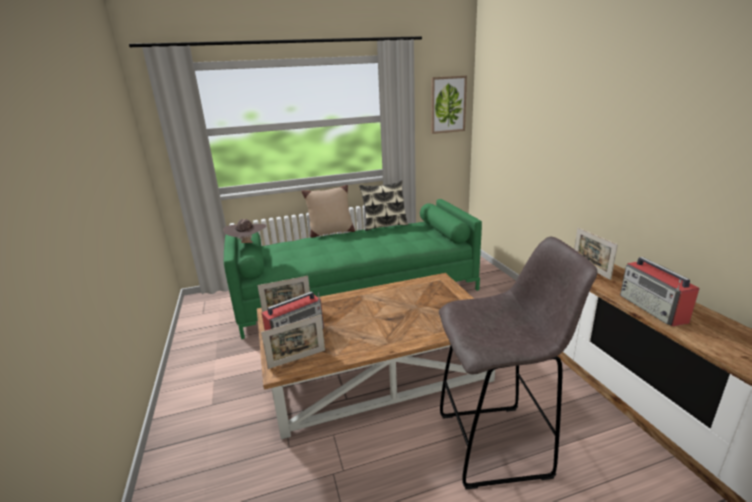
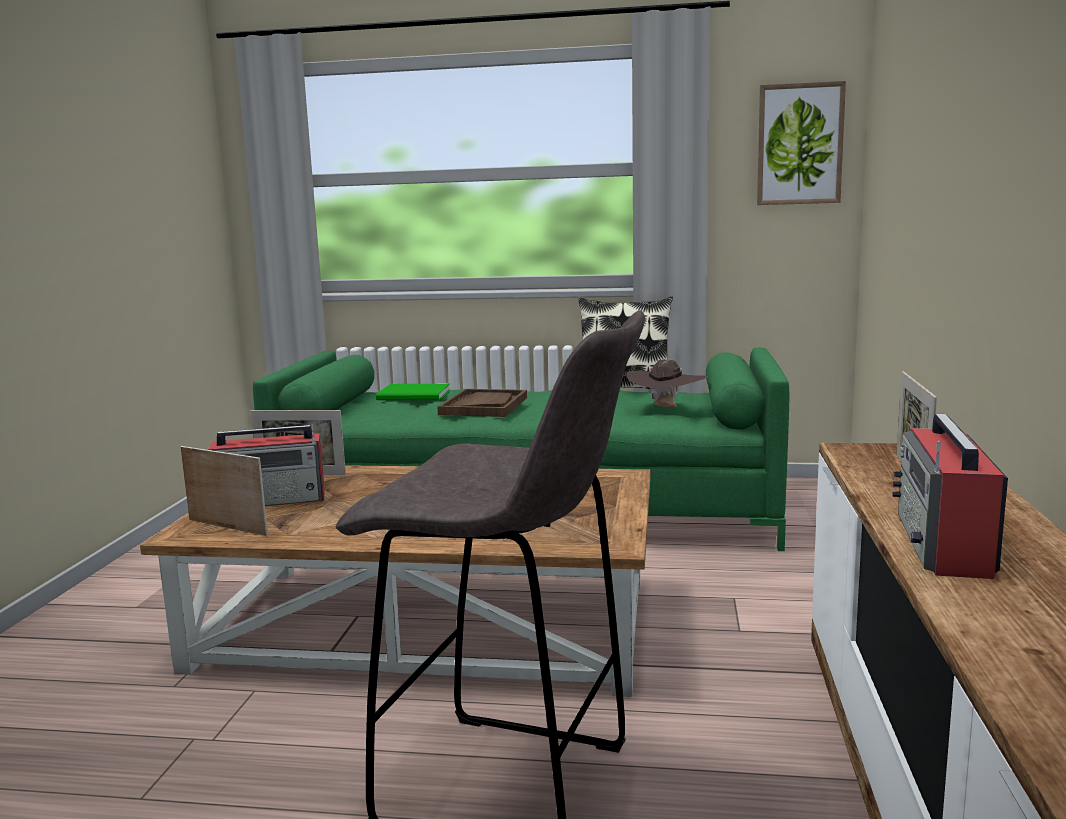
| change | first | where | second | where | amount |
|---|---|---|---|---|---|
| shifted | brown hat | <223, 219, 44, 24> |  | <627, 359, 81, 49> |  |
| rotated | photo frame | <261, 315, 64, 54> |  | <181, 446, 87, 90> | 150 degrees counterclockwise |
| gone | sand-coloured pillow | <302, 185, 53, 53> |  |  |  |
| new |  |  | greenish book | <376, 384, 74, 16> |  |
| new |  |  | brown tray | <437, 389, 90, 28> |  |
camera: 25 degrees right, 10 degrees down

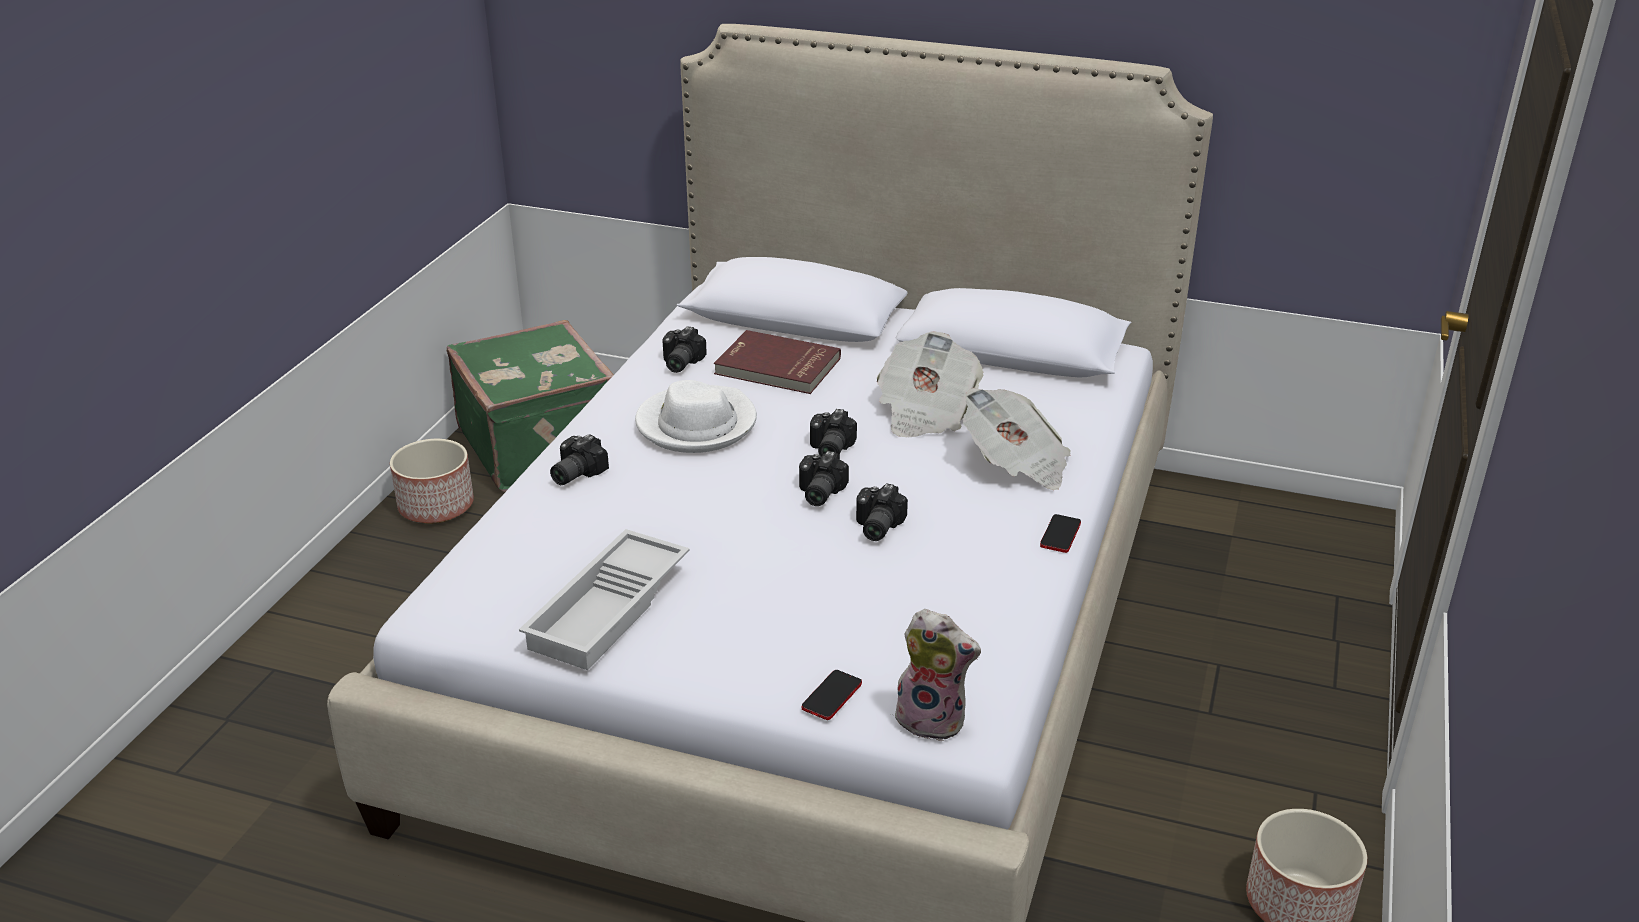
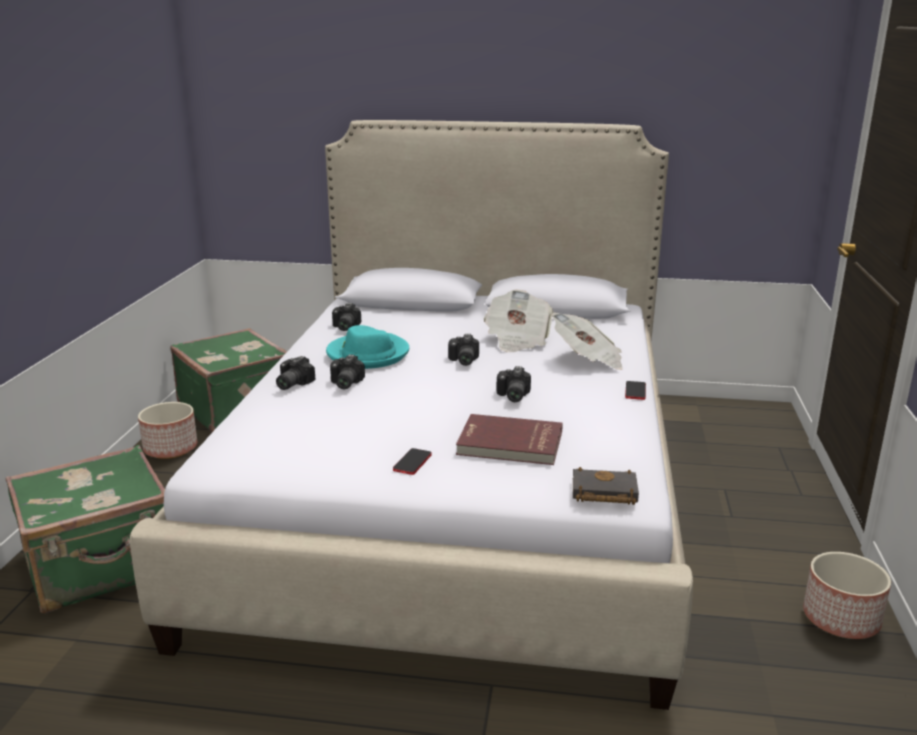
| change | first | where | second | where | amount |
|---|---|---|---|---|---|
| gone | whitish tray | <519, 529, 171, 141> |  |  |  |
| repainted | whitish hat | <635, 380, 122, 73> | turquoise-coloured hat | <326, 325, 83, 44> |  |
| shifted | red-coloured book | <714, 330, 127, 64> |  | <456, 414, 107, 51> |  |
| shifted | photo camera | <799, 451, 50, 55> |  | <330, 354, 35, 35> |  |
| shifted | telephone | <802, 670, 60, 50> |  | <393, 448, 39, 27> |  |
| swapped | plush toy | <892, 609, 89, 132> | black-coloured book | <573, 467, 66, 38> |  |
| new |  |  | greenish travel case | <5, 445, 160, 168> |  |
camera: 10 degrees left, 10 degrees down

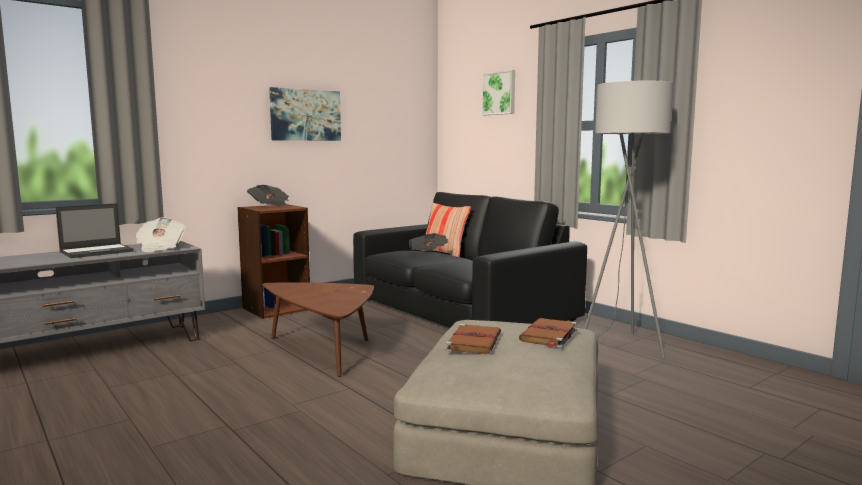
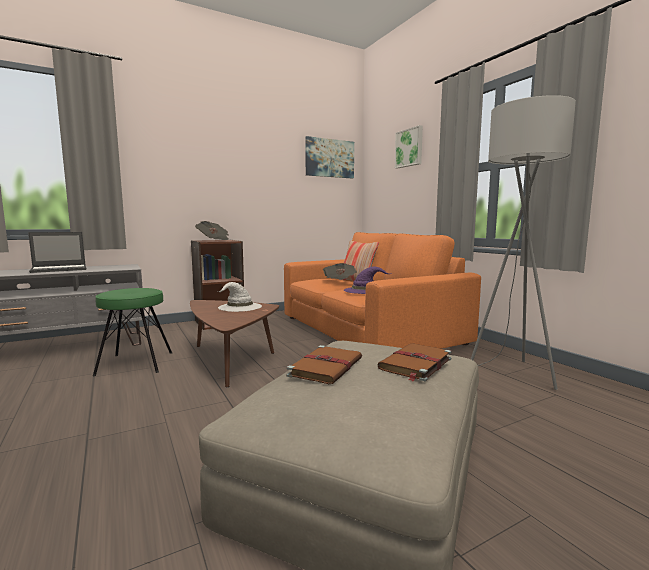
| change | first | where | second | where | amount |
|---|---|---|---|---|---|
| gone | printed paper | <135, 217, 51, 35> |  |  |  |
| shifted | picture | <269, 87, 72, 54> |  | <305, 136, 49, 42> |  |
| repainted | black-coloured sofa | <353, 192, 234, 136> | orangey sofa | <284, 232, 197, 117> |  |
| new |  |  | greenish sitting stool | <93, 288, 79, 88> |  |
| new |  |  | whitish hat | <218, 282, 44, 30> |  |
| new |  |  | purple-coloured hat | <344, 266, 48, 28> |  |
camera: 10 degrees right, 0 degrees up

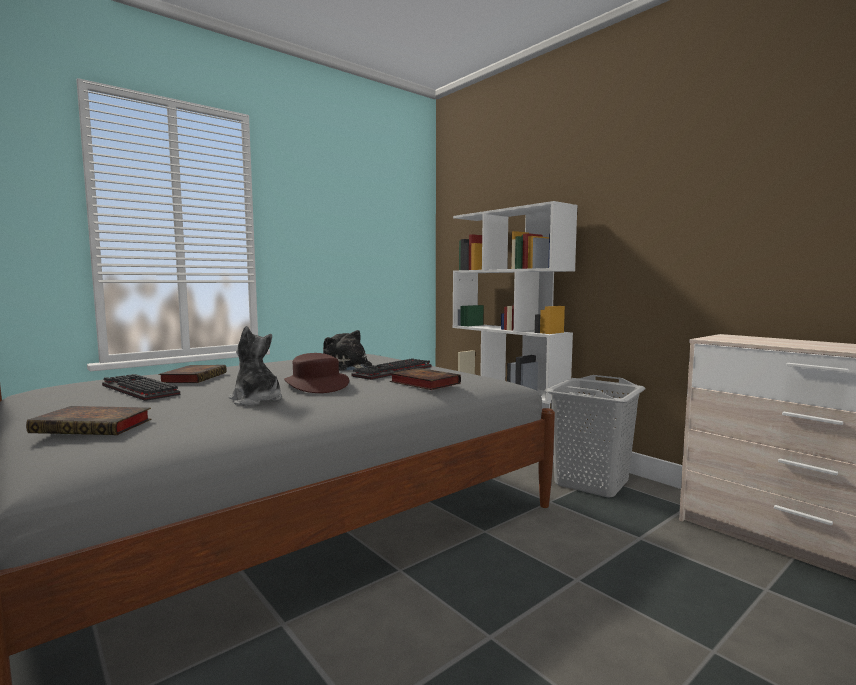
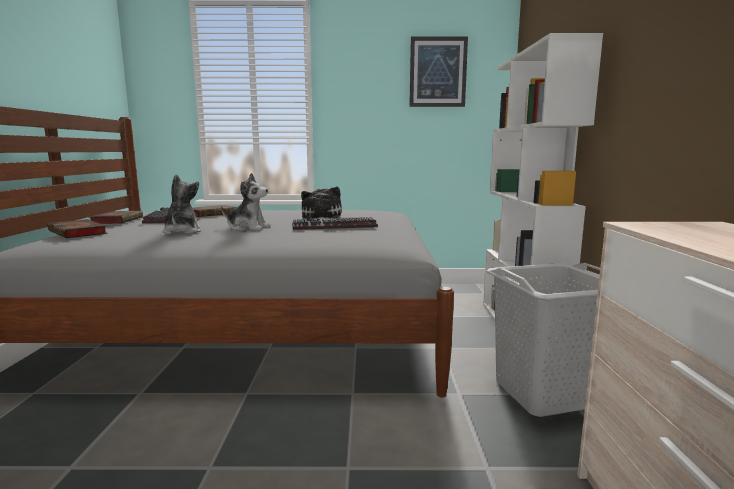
| change | first | where | second | where | amount |
|---|---|---|---|---|---|
| swapped | brown hat | <284, 353, 65, 40> | plush toy | <221, 173, 50, 58> |  |
| shifted | book | <390, 368, 71, 22> |  | <89, 211, 54, 13> |  |
| new |  |  | picture | <409, 37, 59, 70> |  |
camera: 40 degrees right, 5 degrees up

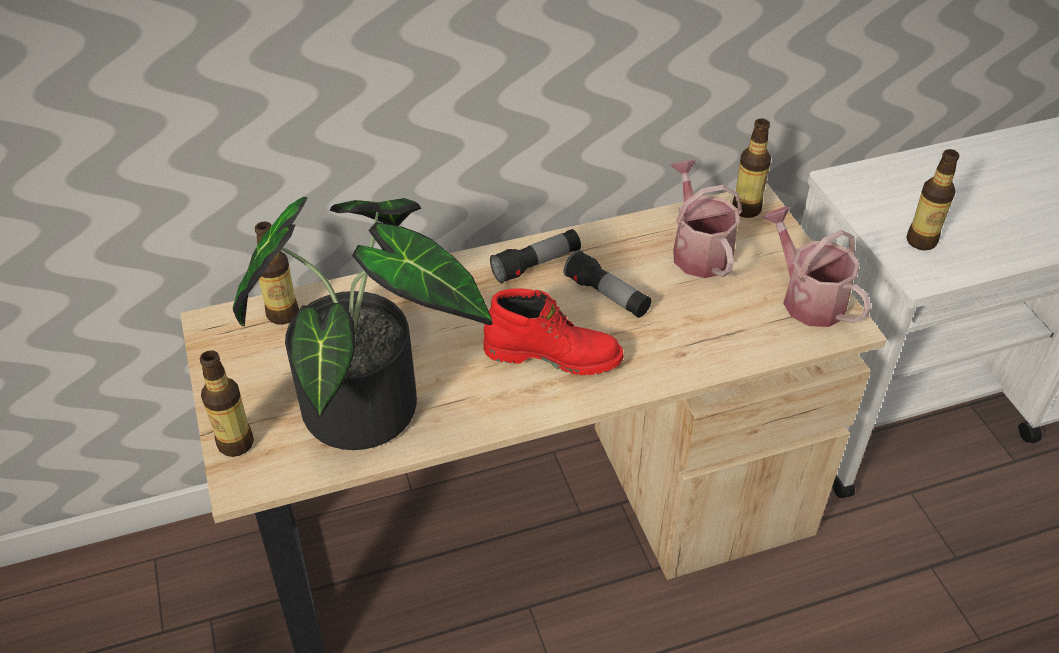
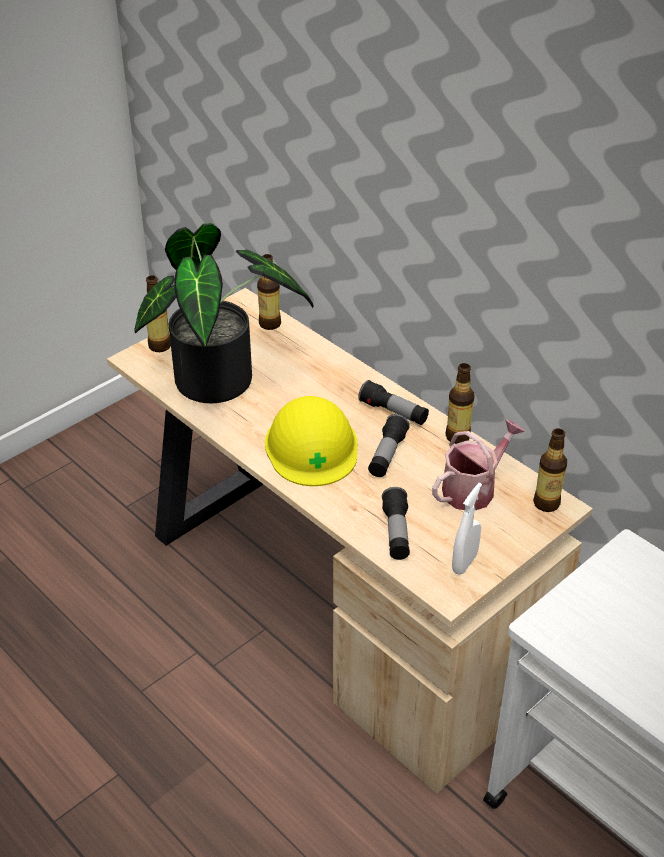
| change | first | where | second | where | amount |
|---|---|---|---|---|---|
| swapped | red-coloured high-top boot | <484, 288, 140, 87> | yellowish safety helmet | <265, 396, 93, 90> |  |
| swapped | sprinkling can | <763, 207, 108, 120> | whitish spray bottle | <452, 483, 30, 92> |  |
| shifted | drink bottle | <906, 149, 53, 101> |  | <445, 363, 29, 81> |  |
| new |  |  | flashlight | <382, 487, 28, 73> |  |
camera: 65 degrees right, 5 degrees down

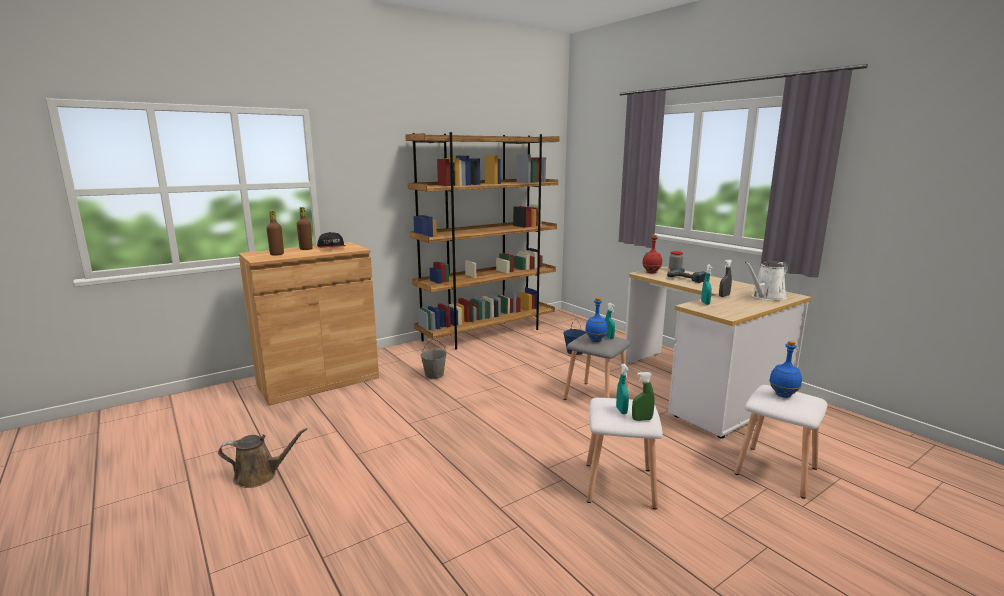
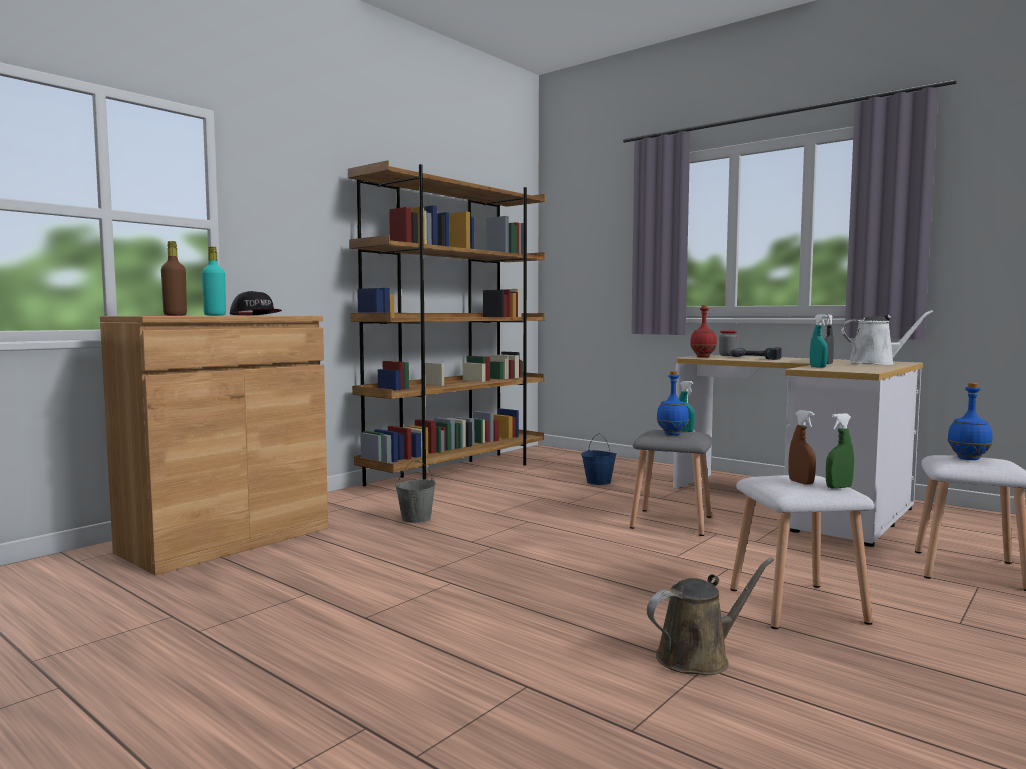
| change | first | where | second | where | amount |
|---|---|---|---|---|---|
| shifted | brown sprinkling can | <218, 428, 90, 60> |  | <647, 558, 127, 117> |  |
| repainted | brown drink bottle | <297, 207, 16, 43> | turquoise-coloured drink bottle | <202, 246, 24, 69> |  |
| repainted | turquoise-coloured spray bottle | <616, 364, 13, 50> | brown spray bottle | <789, 410, 27, 75> |  |
| rotated | whitish sprinkling can | <744, 261, 44, 39> |  | <841, 310, 92, 55> | 135 degrees counterclockwise |
camera: 15 degrees left, 10 degrees down

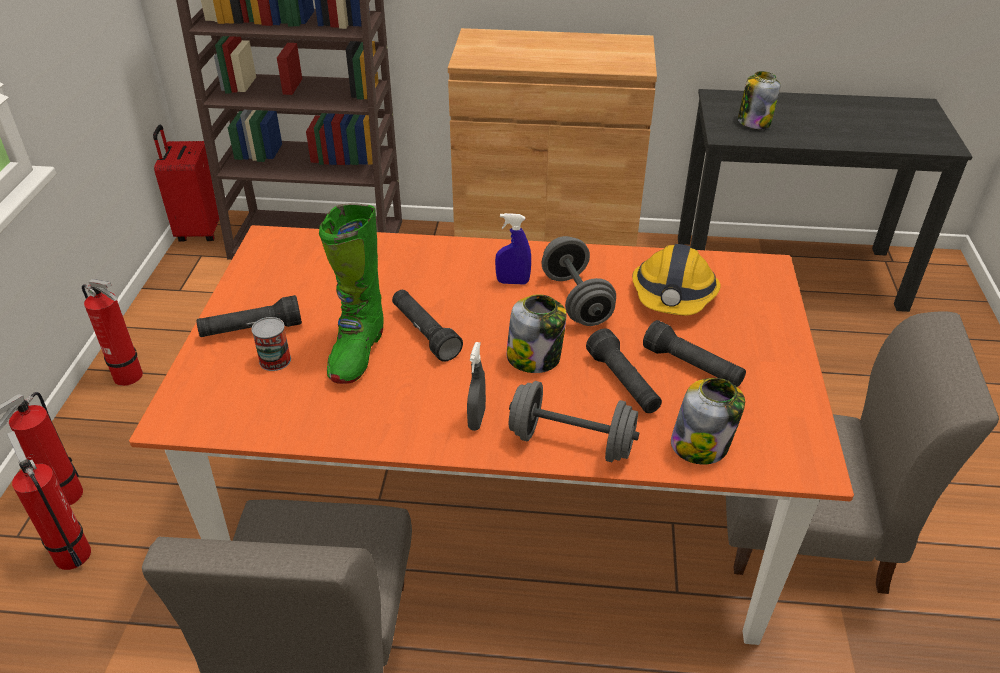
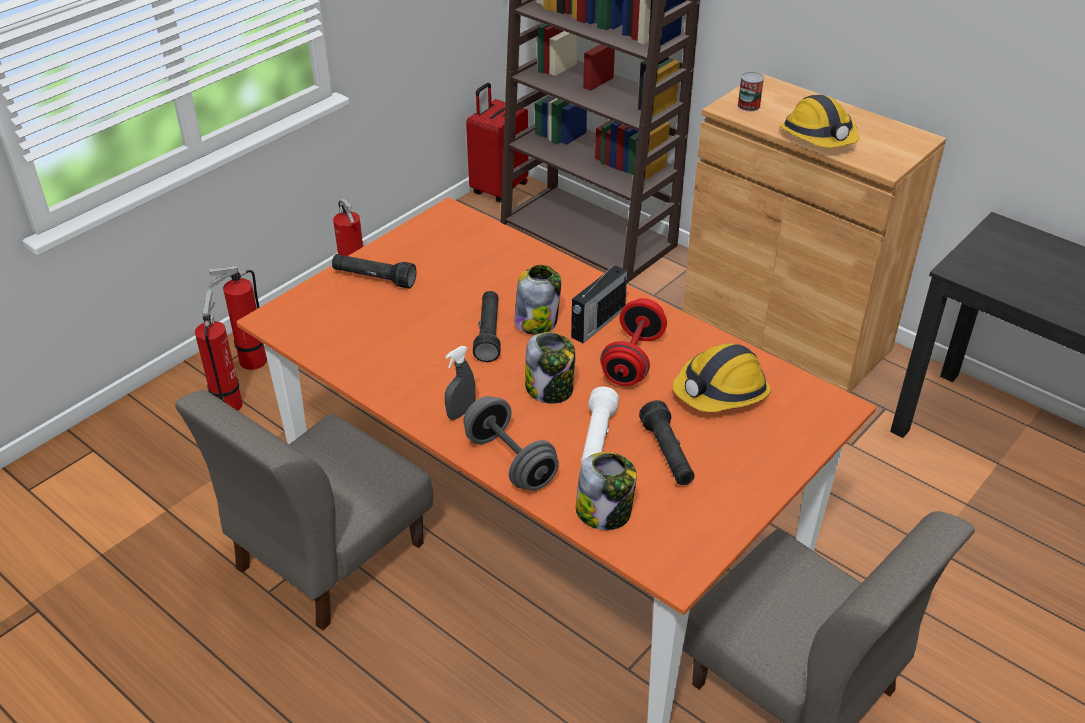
| change | first | where | second | where | amount |
|---|---|---|---|---|---|
| shifted | sealed can | <251, 317, 40, 54> |  | <738, 72, 26, 39> |  |
| gone | greenish high-top boot | <319, 203, 65, 181> |  |  |  |
| swapped | blue-coloured spray bottle | <495, 213, 36, 72> | radio | <571, 261, 56, 82> |  |
| repainted | grey hand weight | <541, 236, 75, 90> | red-coloured hand weight | <600, 298, 67, 88> |  |
| repainted | black-coloured flashlight | <586, 328, 76, 85> | whitish flashlight | <581, 387, 38, 78> |  |
| shifted | preserve jar | <738, 71, 42, 58> |  | <514, 265, 47, 69> |  |
| new |  |  | safety helmet | <780, 95, 80, 53> |  |
camera: 35 degrees right, 0 degrees up

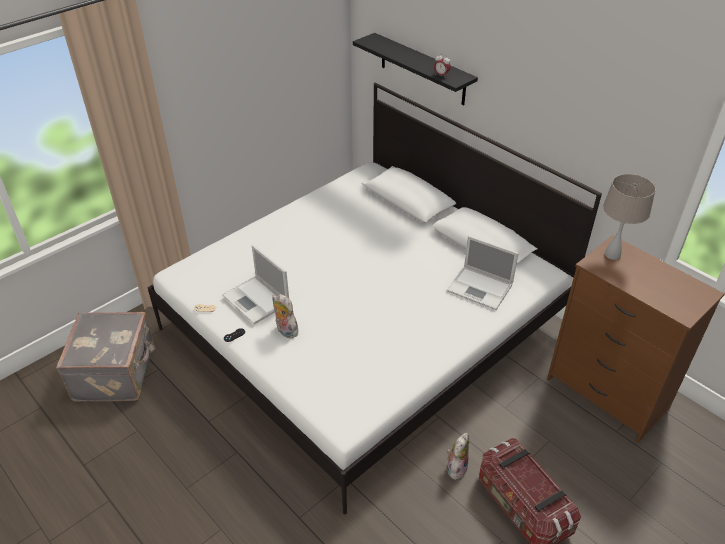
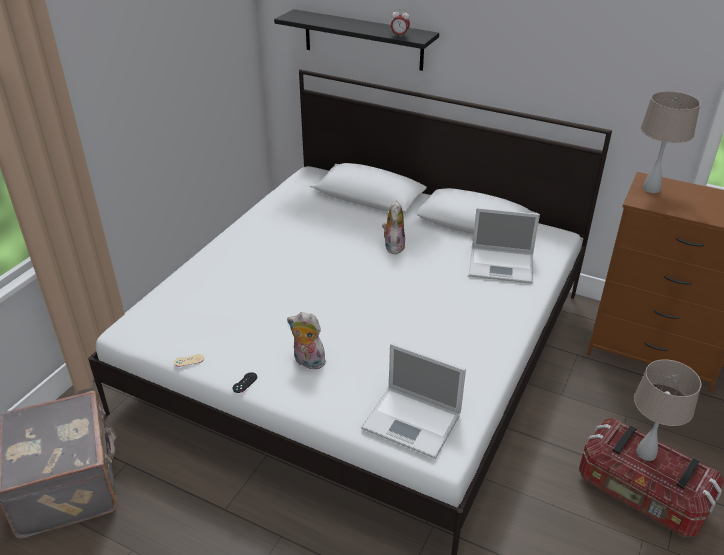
| change | first | where | second | where | amount |
|---|---|---|---|---|---|
| shifted | notebook computer | <222, 245, 67, 79> |  | <361, 343, 105, 116> |  |
| shifted | plush toy | <447, 433, 22, 48> |  | <382, 200, 23, 54> |  |
| new |  |  | sand-coloured table lamp | <634, 359, 67, 102> |  |
camera: 20 degrees left, 5 degrees down

